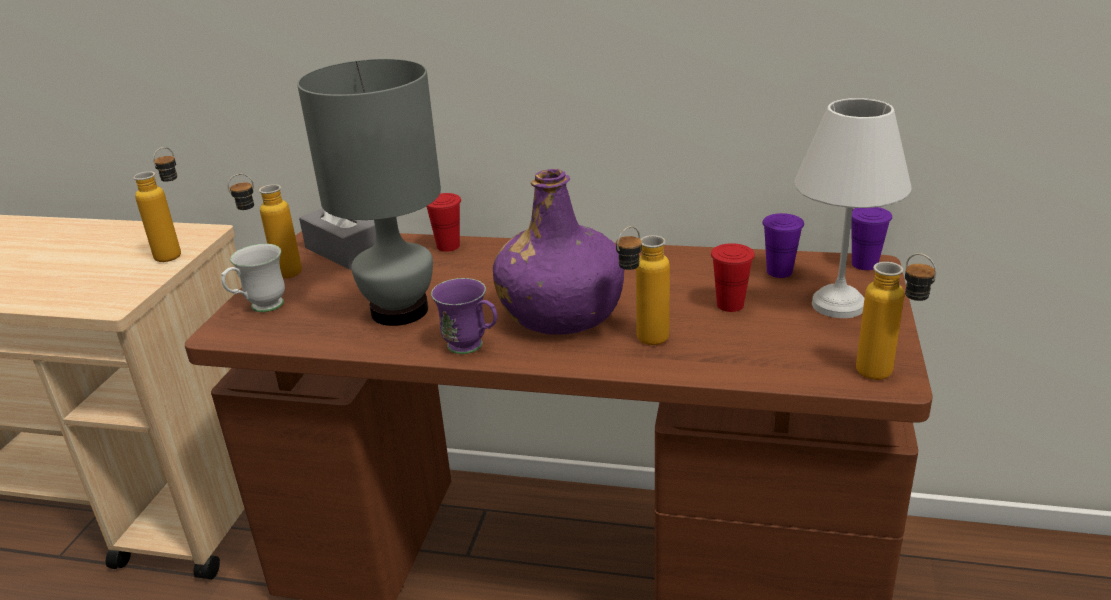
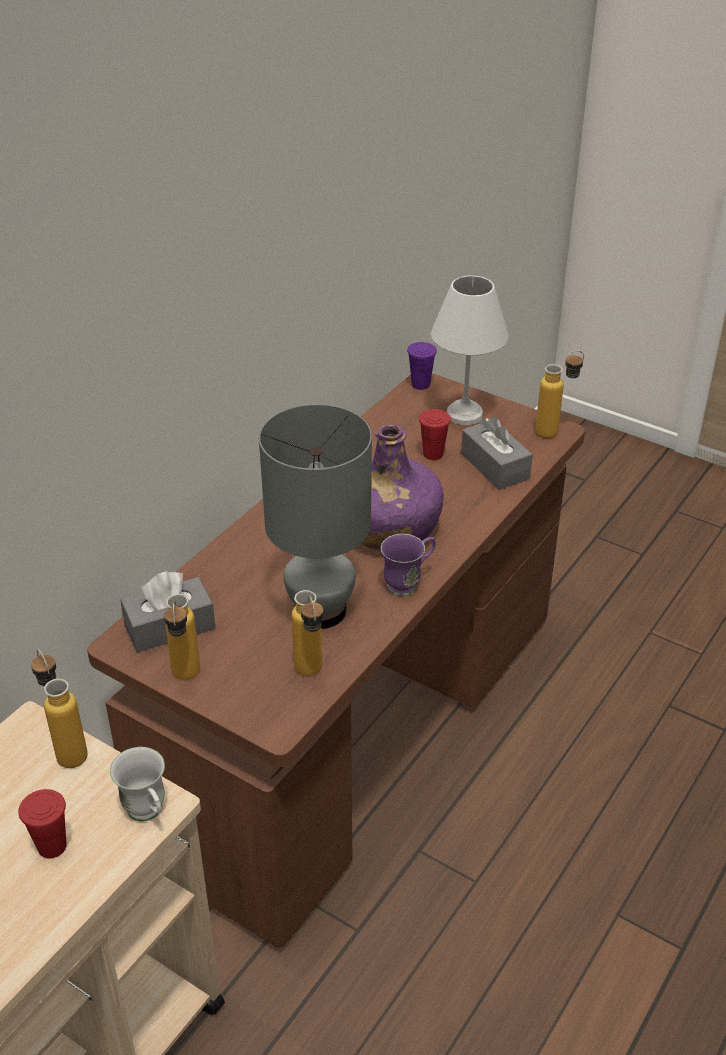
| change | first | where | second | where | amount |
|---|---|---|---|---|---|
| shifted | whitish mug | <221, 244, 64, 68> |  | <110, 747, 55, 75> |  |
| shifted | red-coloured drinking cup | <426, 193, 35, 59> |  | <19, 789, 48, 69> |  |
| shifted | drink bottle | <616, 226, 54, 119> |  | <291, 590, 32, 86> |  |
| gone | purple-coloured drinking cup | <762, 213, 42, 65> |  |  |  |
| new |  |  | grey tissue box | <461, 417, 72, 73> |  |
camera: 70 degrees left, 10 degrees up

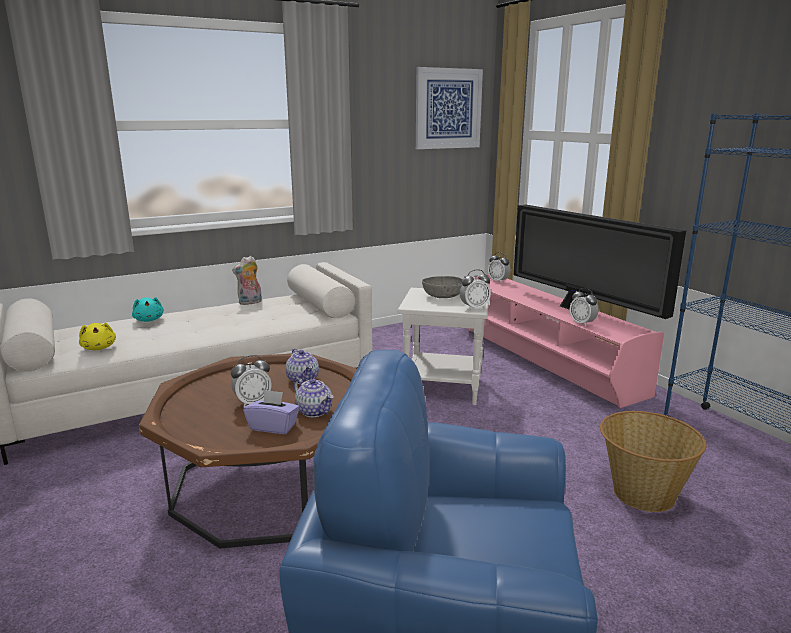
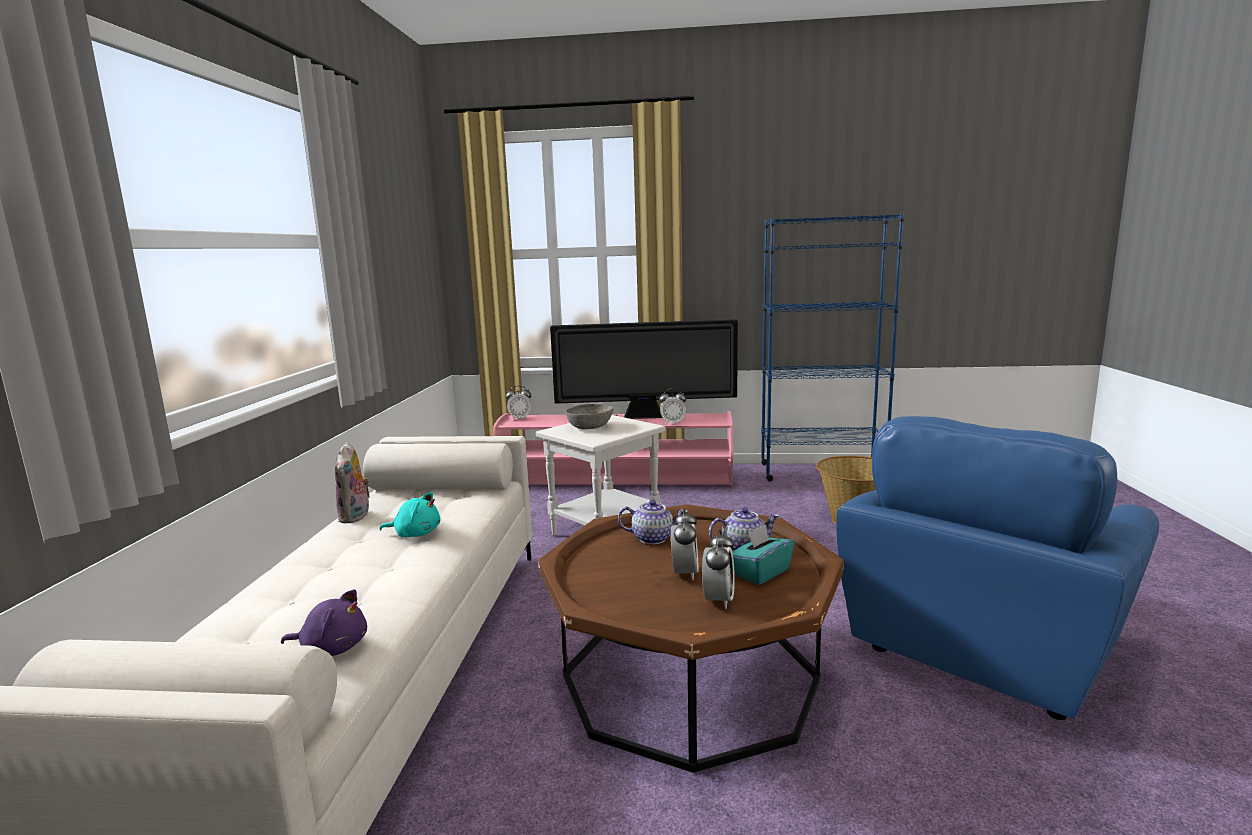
| change | first | where | second | where | amount |
|---|---|---|---|---|---|
| repainted | yellowish plush toy | <79, 323, 37, 27> | purple-coloured plush toy | <281, 589, 86, 67> |  |
| shifted | turquoise-coloured plush toy | <132, 297, 32, 25> |  | <380, 492, 60, 45> |  |
| repainted | purple-coloured tissue box | <243, 389, 57, 45> | turquoise-coloured tissue box | <732, 525, 62, 60> |  |
| gone | picture | <416, 67, 67, 82> |  |  |  |
| shifted | bedside clock | <460, 269, 31, 41> |  | <702, 529, 33, 80> |  |
camera: 55 degrees left, 5 degrees down

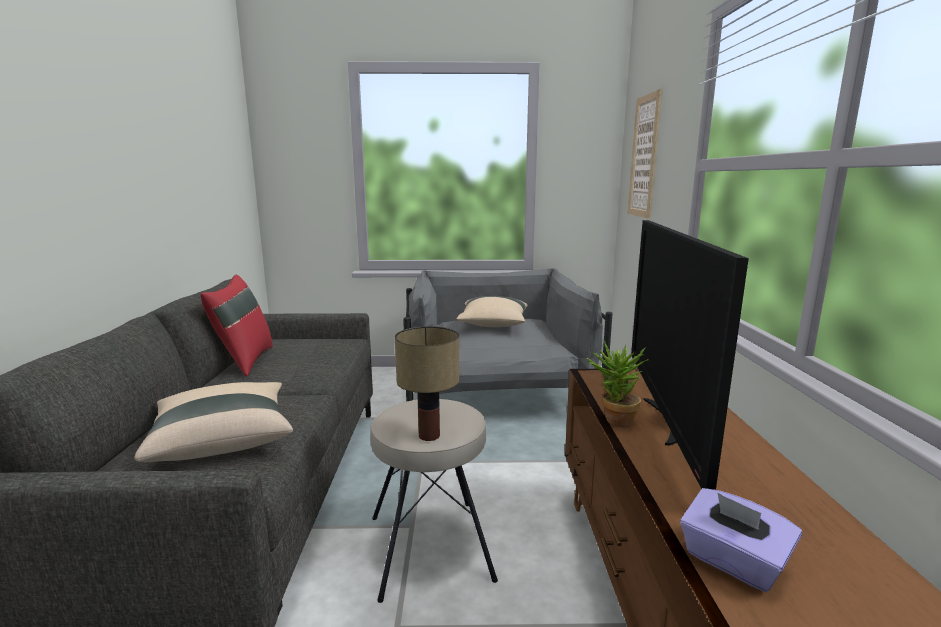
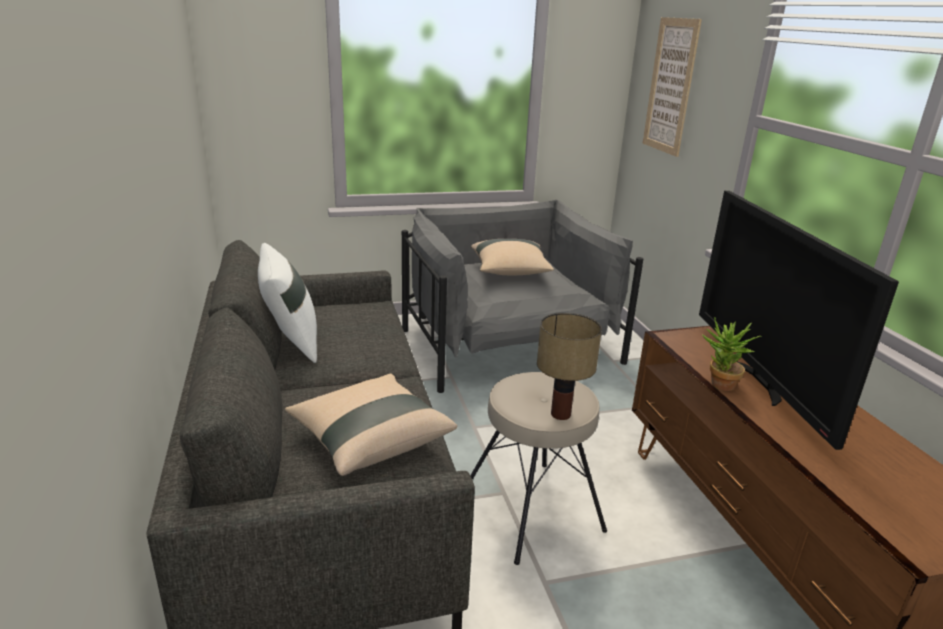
| change | first | where | second | where | amount |
|---|---|---|---|---|---|
| repainted | red-coloured pillow | <200, 275, 73, 102> | whitish pillow | <258, 243, 59, 120> |  |
| gone | purple-coloured tissue box | <680, 488, 122, 104> |  |  |  |
camera: 15 degrees left, 10 degrees up

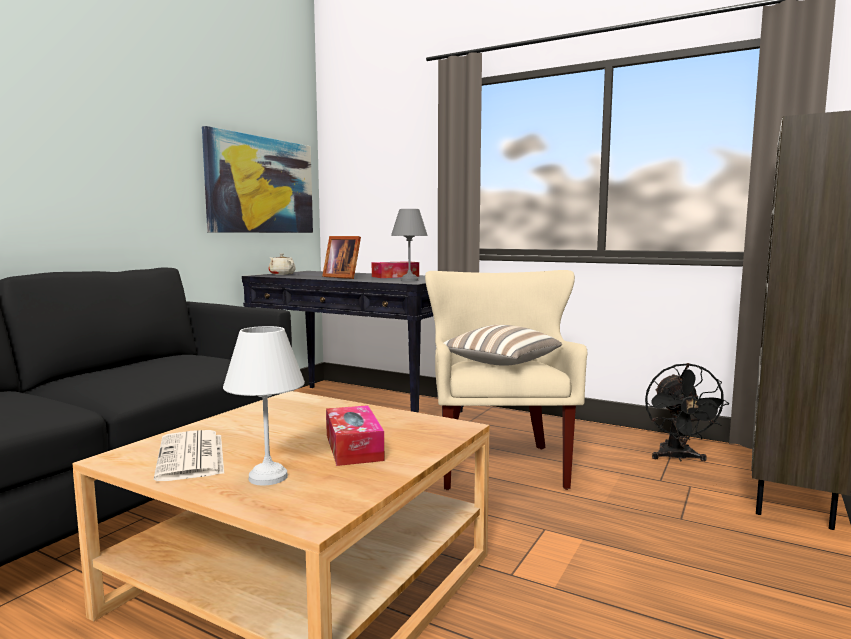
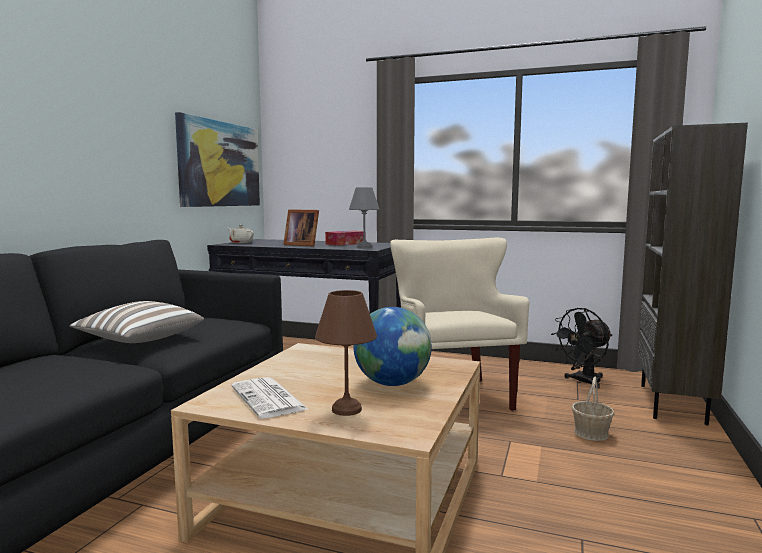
| change | first | where | second | where | amount |
|---|---|---|---|---|---|
| repainted | whitish table lamp | <223, 326, 82, 160> | brown table lamp | <315, 290, 62, 126> |  |
| swapped | tissue box | <326, 405, 58, 61> | globe | <353, 307, 79, 79> |  |
| shifted | pillow | <444, 325, 118, 41> |  | <69, 301, 135, 42> |  |
| rotated | black-coloured fan | <645, 363, 84, 98> |  | <551, 308, 61, 81> | 60 degrees clockwise |
| new |  |  | household basket | <572, 377, 43, 64> |  |
camera: 10 degrees left, 0 degrees up

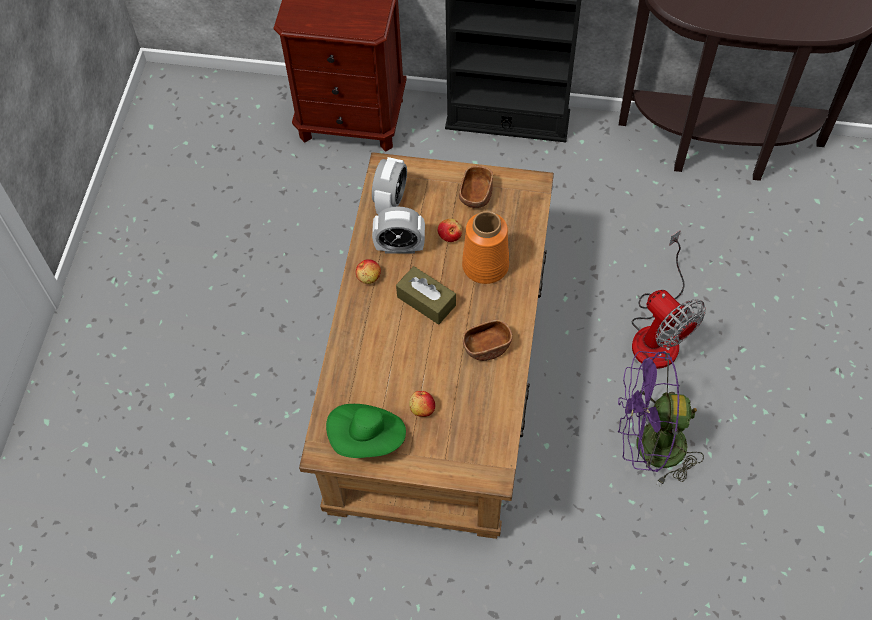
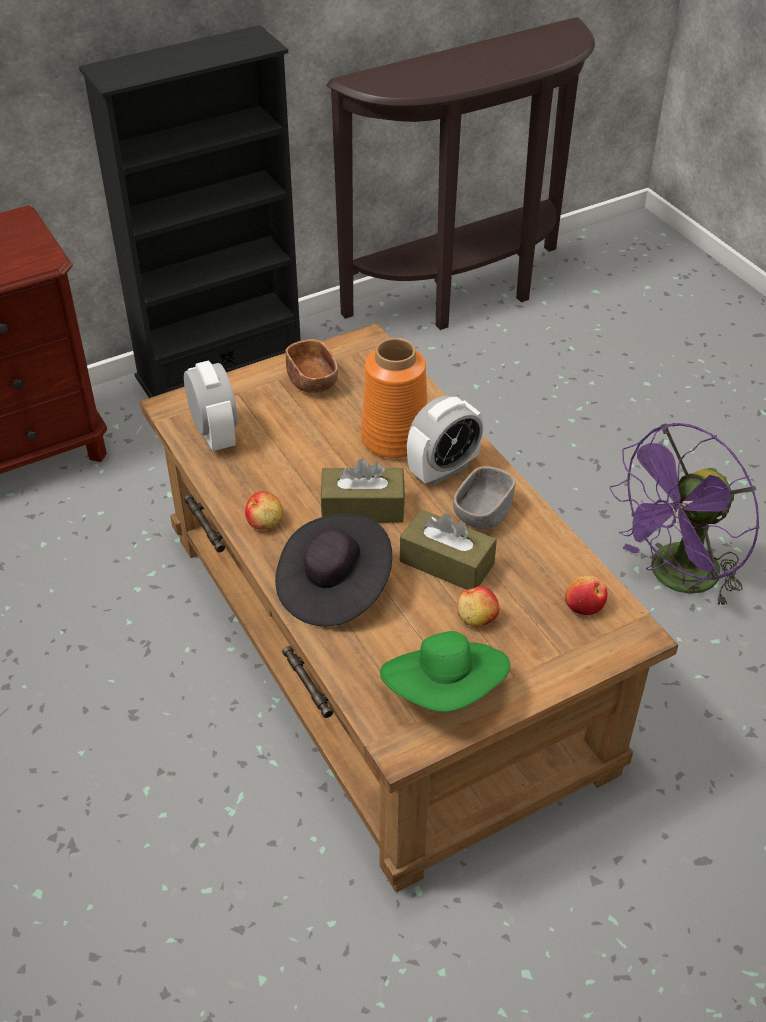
| change | first | where | second | where | amount |
|---|---|---|---|---|---|
| shifted | bedside clock | <372, 207, 53, 47> |  | <407, 396, 77, 90> |  |
| shifted | apple | <438, 219, 24, 23> |  | <565, 576, 43, 39> |  |
| repainted | brown bowl | <463, 320, 49, 41> | grey bowl | <453, 466, 63, 63> |  |
| gone | fan | <632, 230, 74, 139> |  |  |  |
| new |  |  | black-coloured hat | <275, 514, 117, 112> |  |
| new |  |  | brown tissue box | <400, 510, 97, 80> |  |
camera: 40 degrees left, 15 degrees down

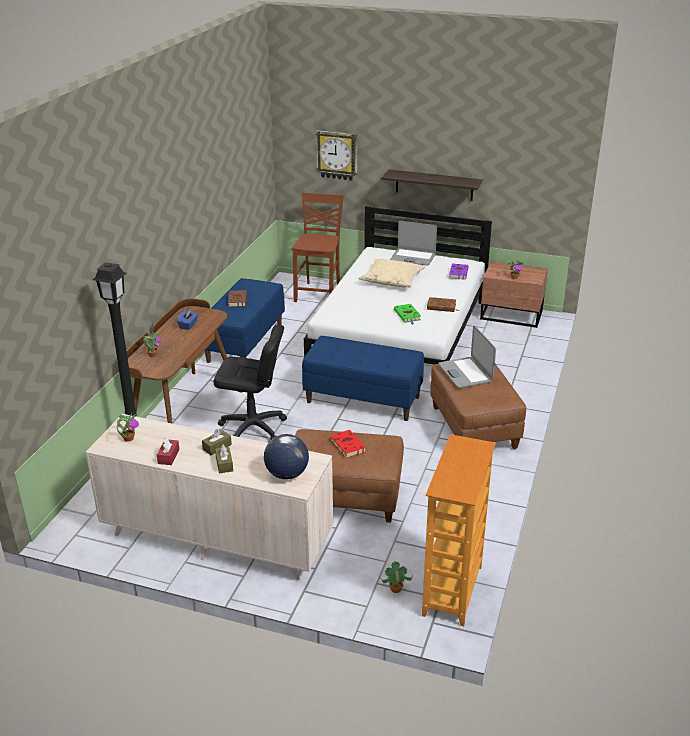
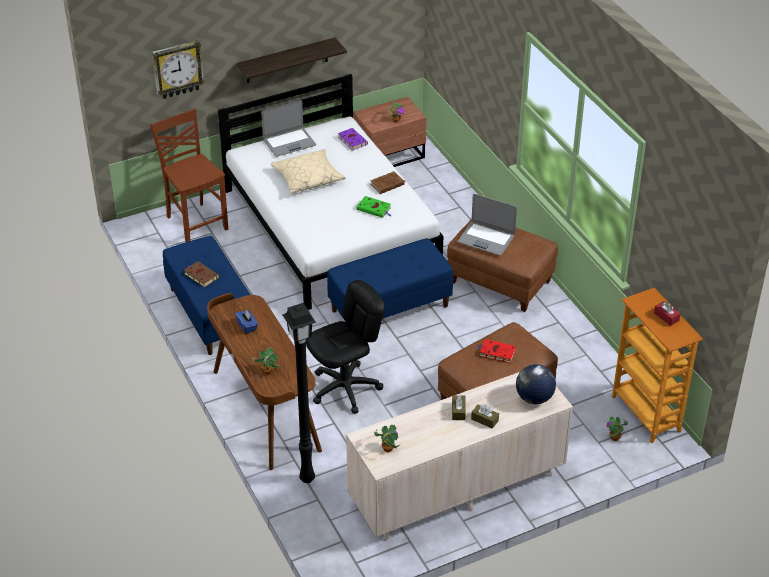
| change | first | where | second | where | amount |
|---|---|---|---|---|---|
| shifted | red-coloured tissue box | <157, 438, 23, 27> |  | <654, 301, 27, 25> |  |
camera: 45 degrees left, 10 degrees up

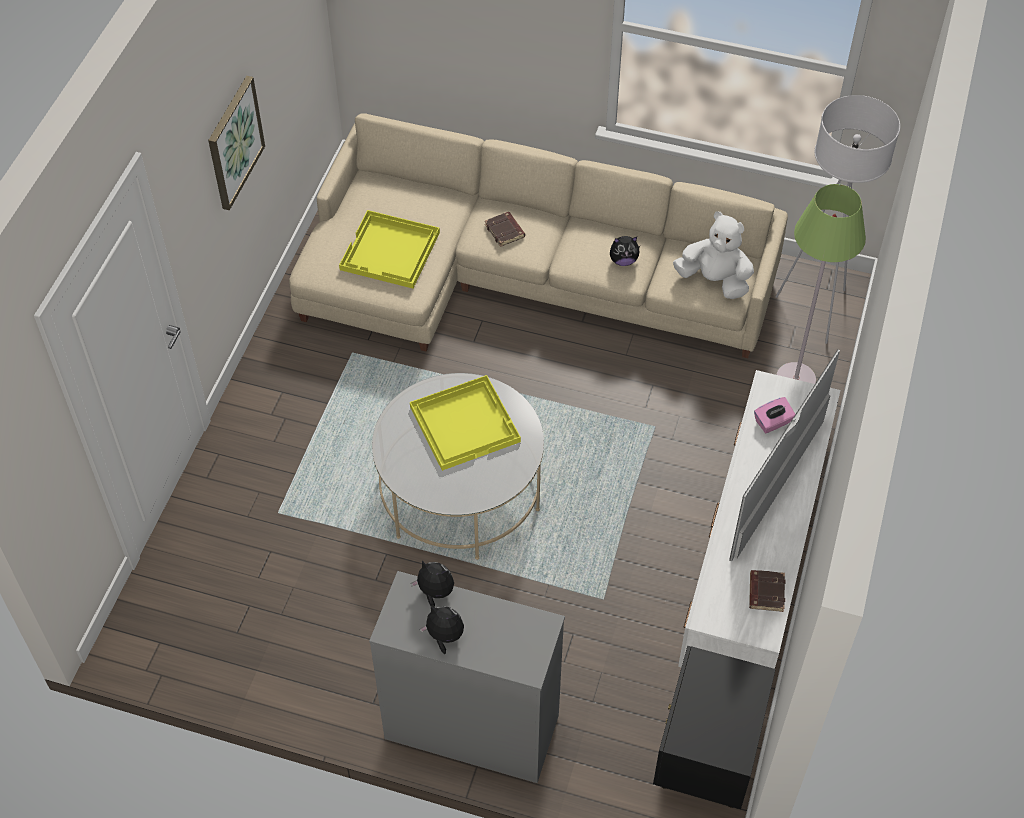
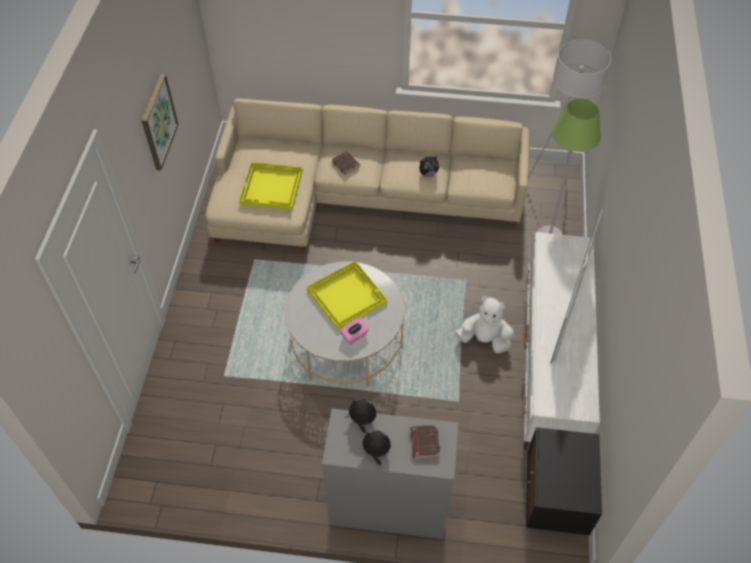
| change | first | where | second | where | amount |
|---|---|---|---|---|---|
| shifted | whitish plush toy | <673, 211, 81, 88> |  | <455, 296, 59, 57> |  |
| shifted | brown book | <749, 570, 36, 42> |  | <410, 425, 30, 34> |  |
| shifted | pink-coloured tissue box | <754, 397, 41, 36> |  | <340, 317, 29, 28> |  |
camera: 10 degrees left, 0 degrees up

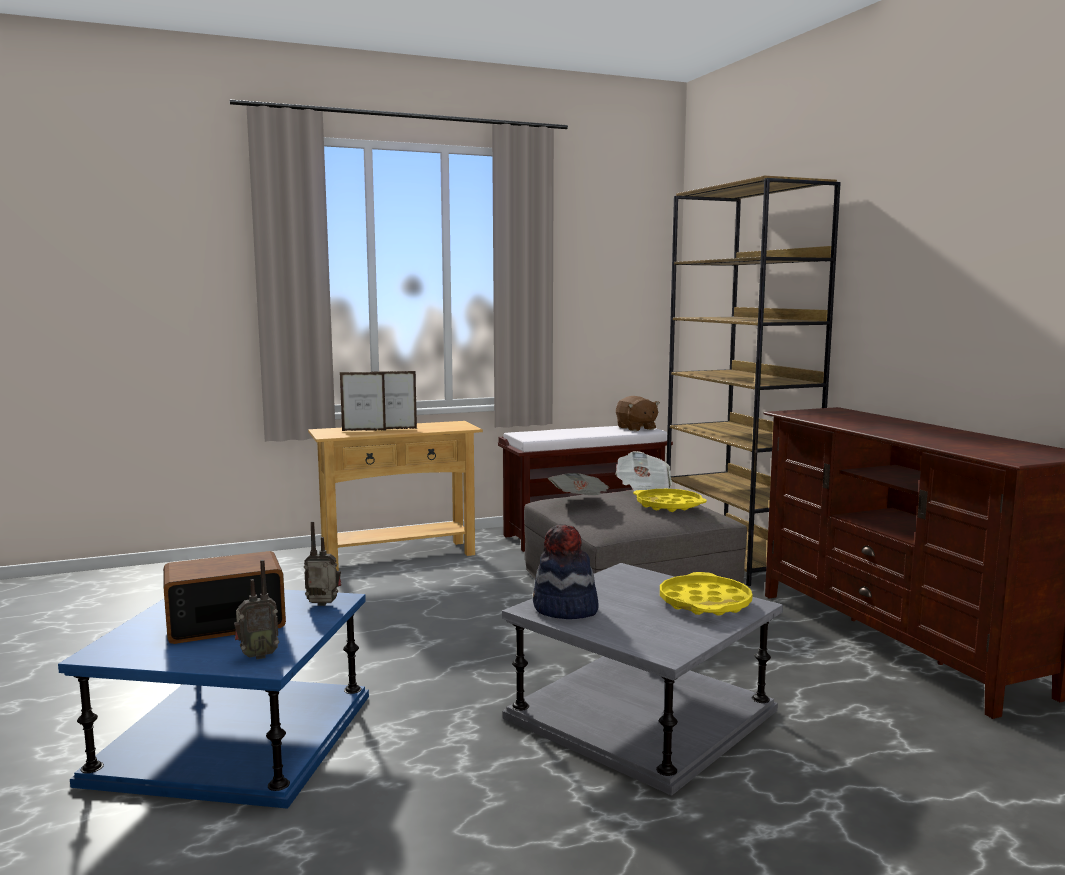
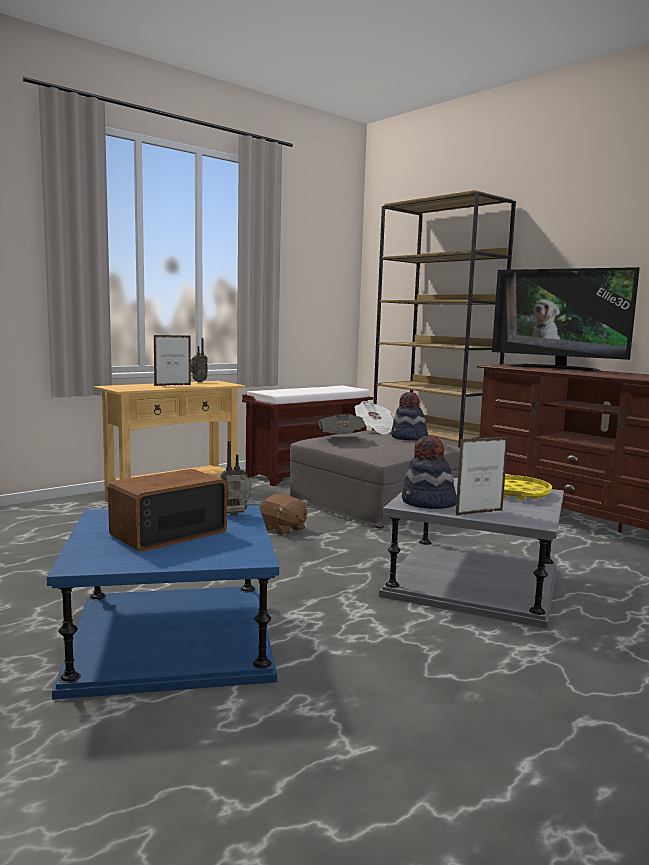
| change | first | where | second | where | amount |
|---|---|---|---|---|---|
| shifted | radio | <234, 560, 45, 99> |  | <191, 338, 17, 44> |  |
| shifted | photo frame | <340, 372, 46, 59> |  | <455, 436, 54, 80> |  |
| shifted | brown plush toy | <616, 396, 44, 35> |  | <260, 494, 48, 42> |  |
| swapped | yellowish tray | <633, 489, 74, 23> | hat | <391, 392, 37, 48> |  |
| new |  |  | TV | <492, 267, 148, 106> |  |
camera: 20 degrees left, 0 degrees up

